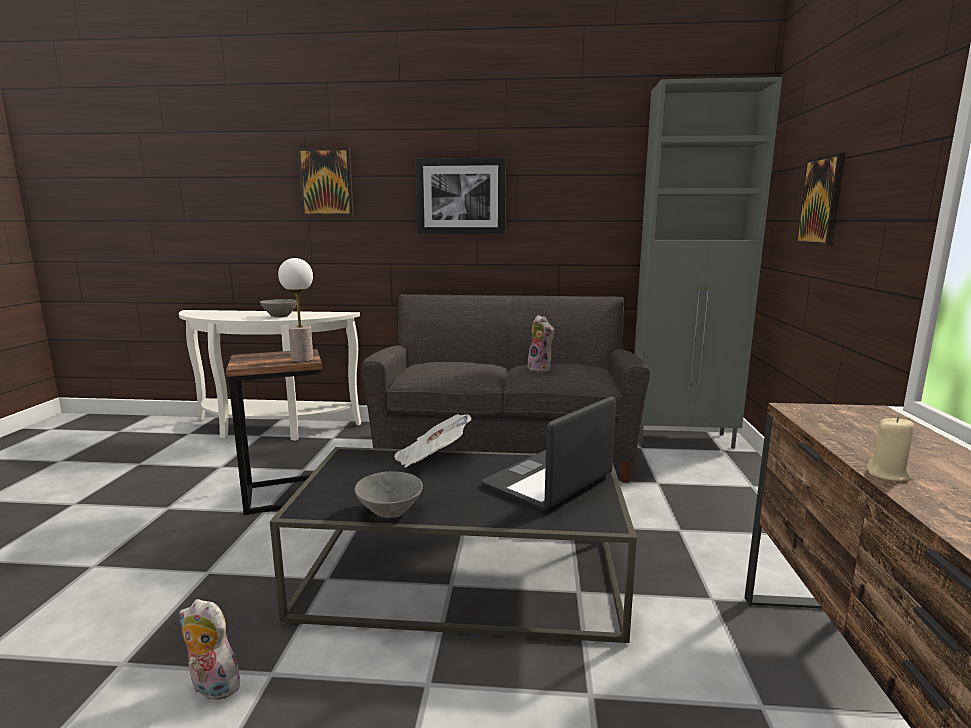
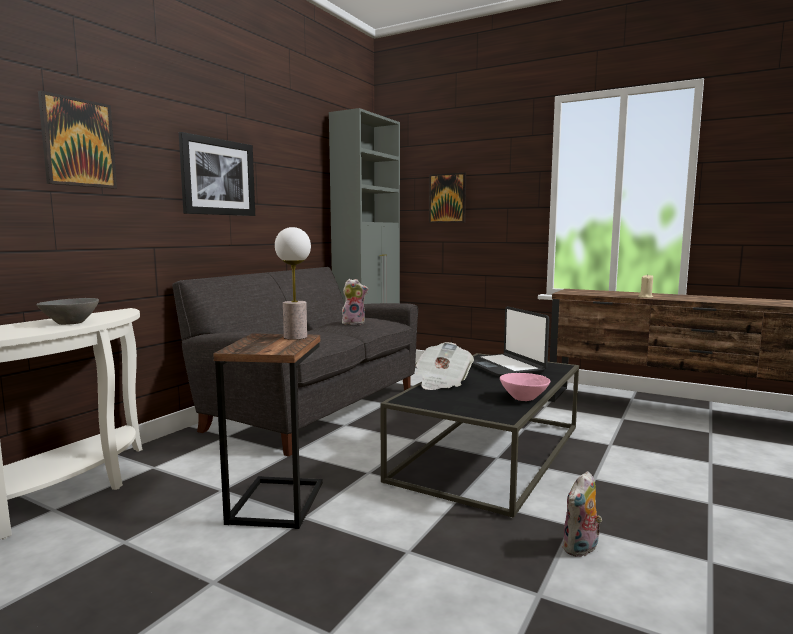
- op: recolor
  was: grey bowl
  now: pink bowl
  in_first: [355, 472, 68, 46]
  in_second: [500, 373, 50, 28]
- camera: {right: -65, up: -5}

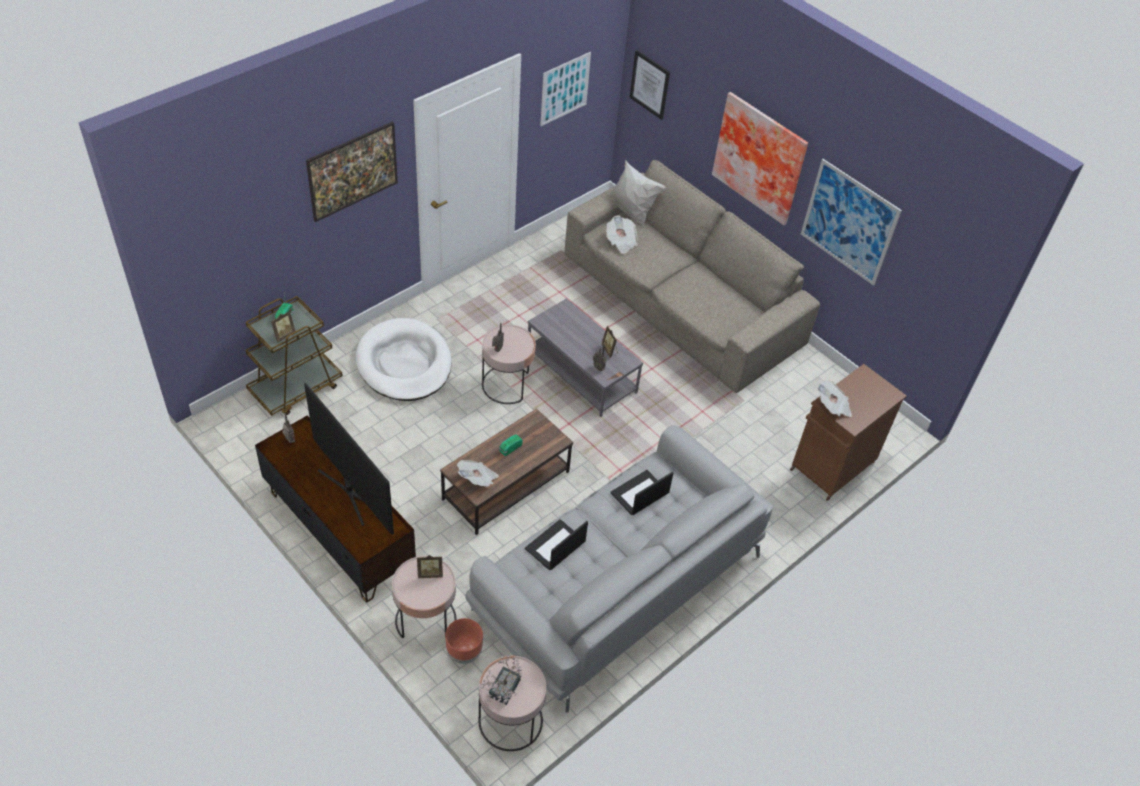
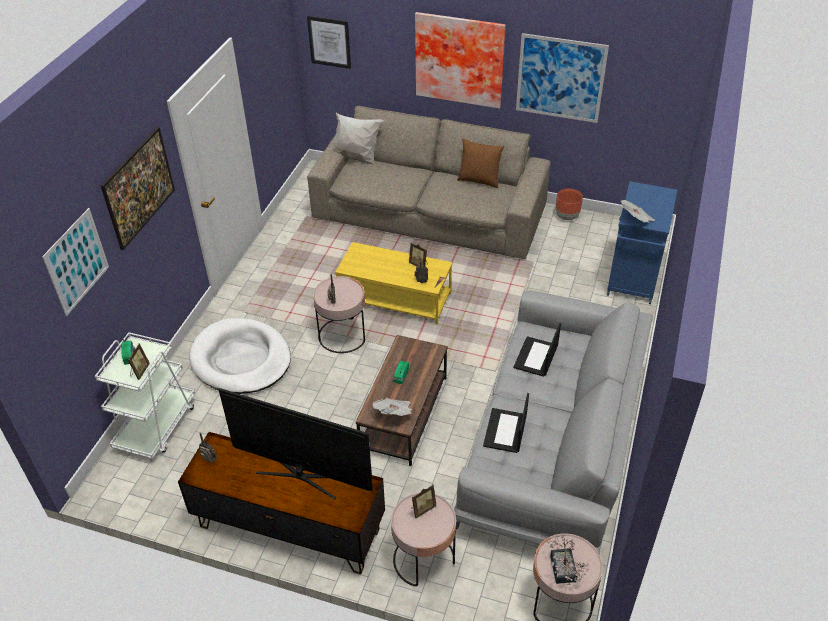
- op: recolor
  was: brown cart
  now: white cart
  in_first: [246, 296, 97, 120]
  in_second: [95, 332, 100, 127]
- op: move
  was: brown planter
  in_first: [445, 618, 38, 46]
  in_second: [556, 189, 27, 31]
- op: recolor
  was: grey coffee table
  now: yellow coffee table
  in_first: [528, 299, 115, 118]
  in_second: [335, 242, 117, 83]
- op: move
  was: picture
  in_first: [540, 52, 51, 74]
  in_second: [42, 208, 67, 108]
- op: delete
  was: newspaper
  in_first: [606, 215, 32, 39]
- op: recolor
  was: brown cabinet
  now: blue cabinet
  in_first: [790, 364, 117, 137]
  in_second: [607, 182, 70, 122]
- op: insert
  now: brown pillow
  in_second: [457, 138, 47, 50]
- camera: {right: -25, up: -5}

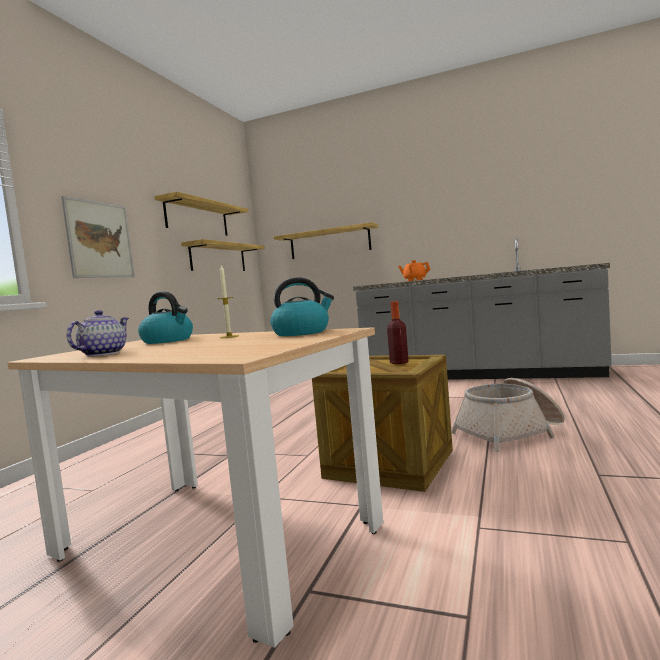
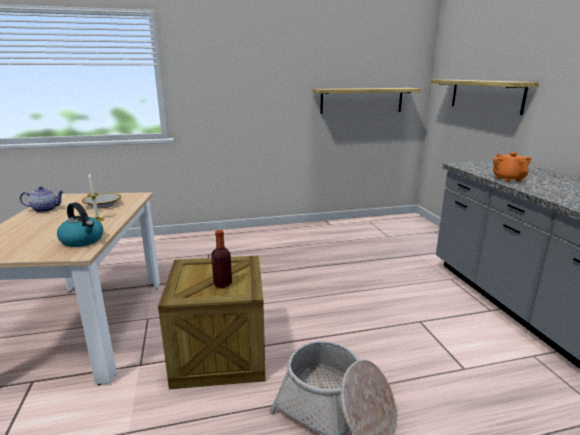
- op: delete
  was: picture
  in_first: [61, 196, 74, 82]
- op: replace
  was: kettle
  now: bowl
  in_first: [138, 292, 55, 52]
  in_second: [82, 193, 39, 16]
- op: delete
  was: shelf
  in_first: [154, 192, 94, 44]
- camera: {right: 55, up: 15}

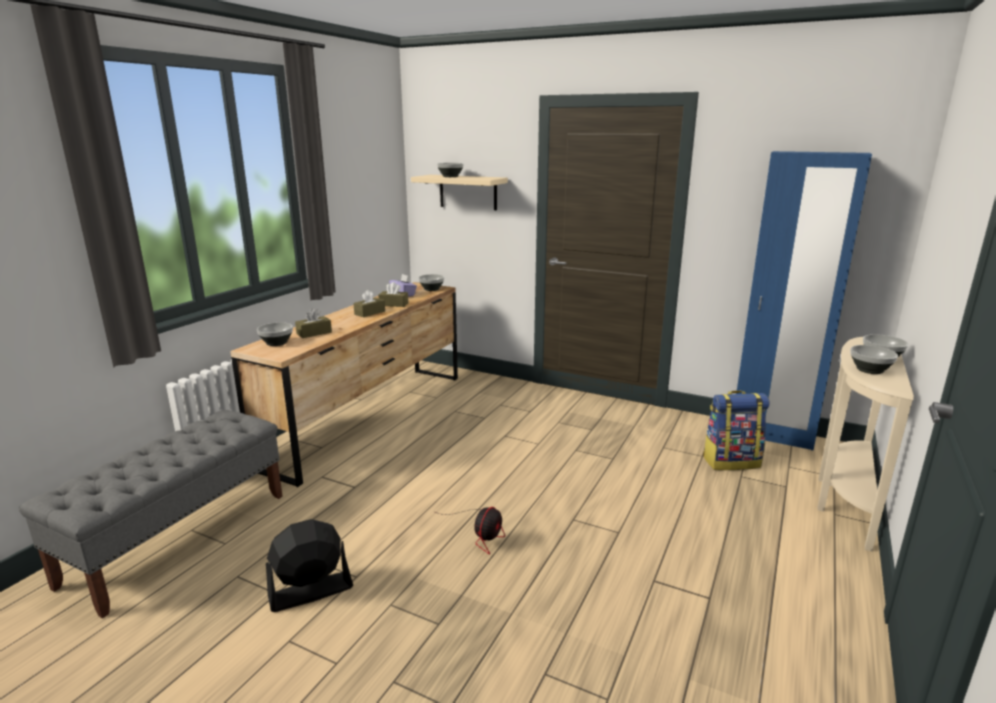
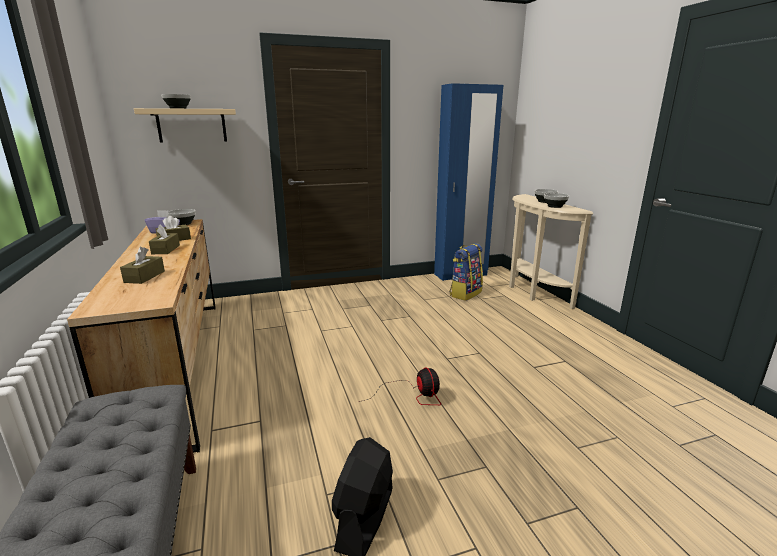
- op: delete
  was: bowl
  in_first: [257, 322, 36, 24]
- camera: {right: -45, up: 0}

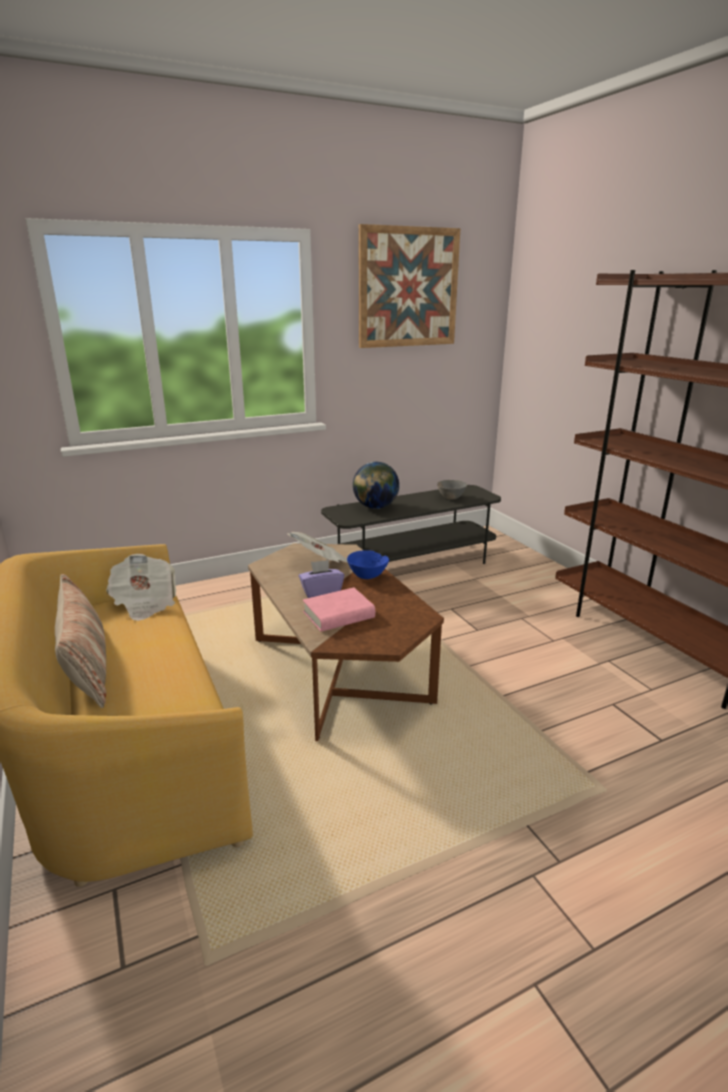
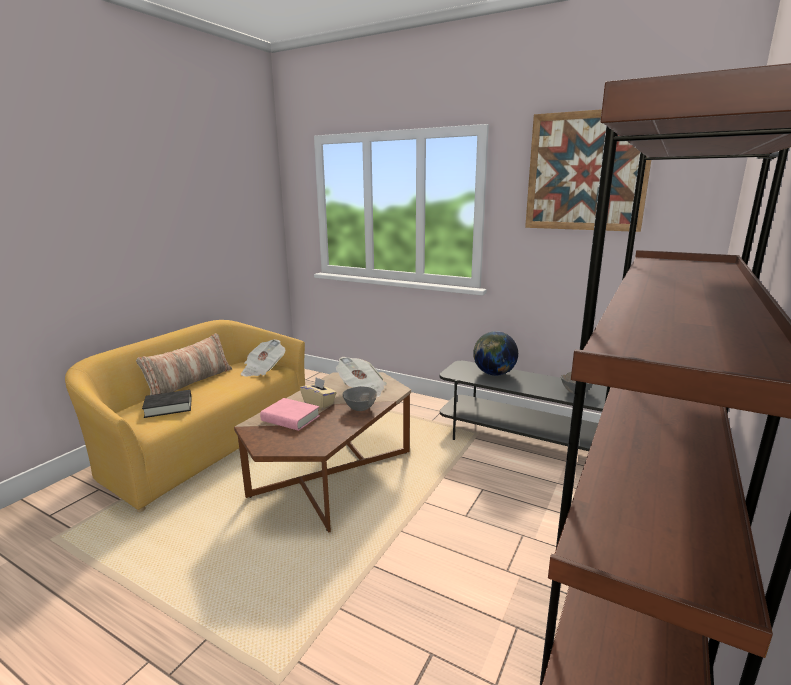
- op: recolor
  was: purple tissue box
  now: beige tissue box
  in_first: [299, 560, 45, 38]
  in_second: [300, 378, 37, 31]
- op: recolor
  was: blue bowl
  now: grey bowl
  in_first: [347, 550, 42, 29]
  in_second: [342, 386, 35, 25]
- op: insert
  now: black book
  in_second: [142, 390, 50, 28]
- camera: {right: 55, up: -5}

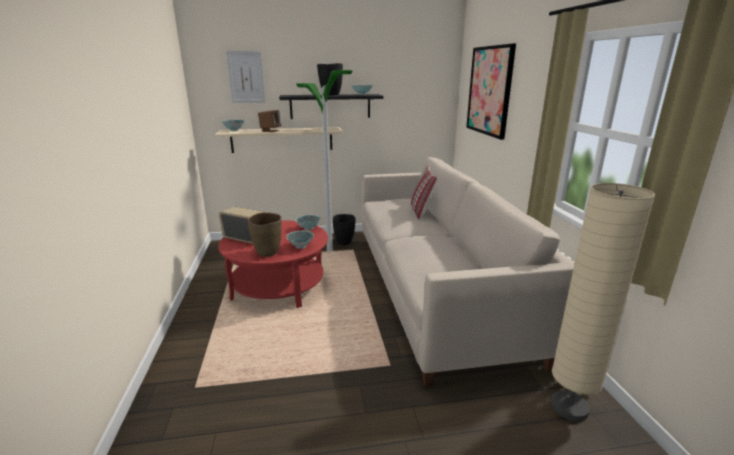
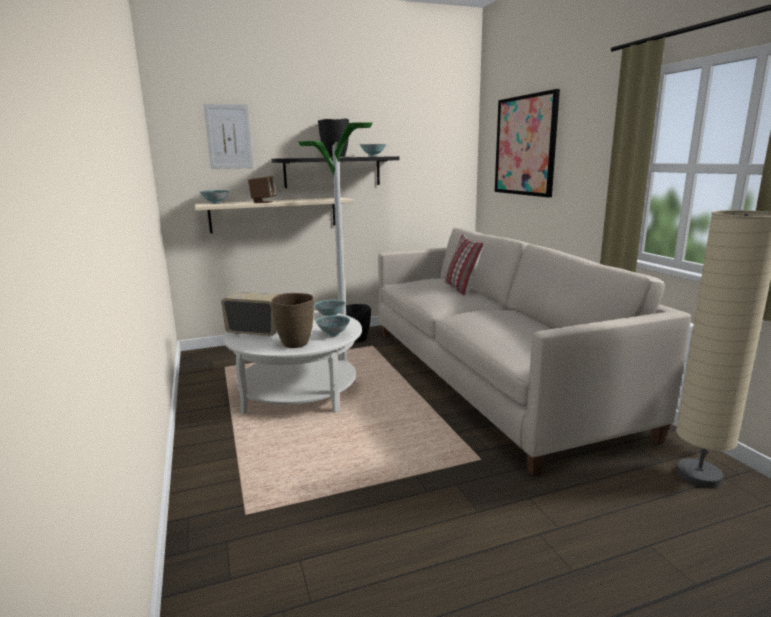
- op: recolor
  was: red coffee table
  now: white coffee table
  in_first: [218, 221, 110, 87]
  in_second: [223, 311, 139, 103]
- camera: {right: -10, up: -5}

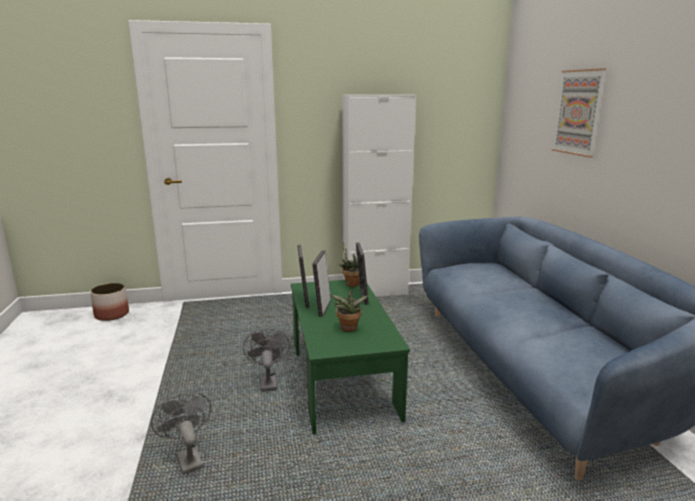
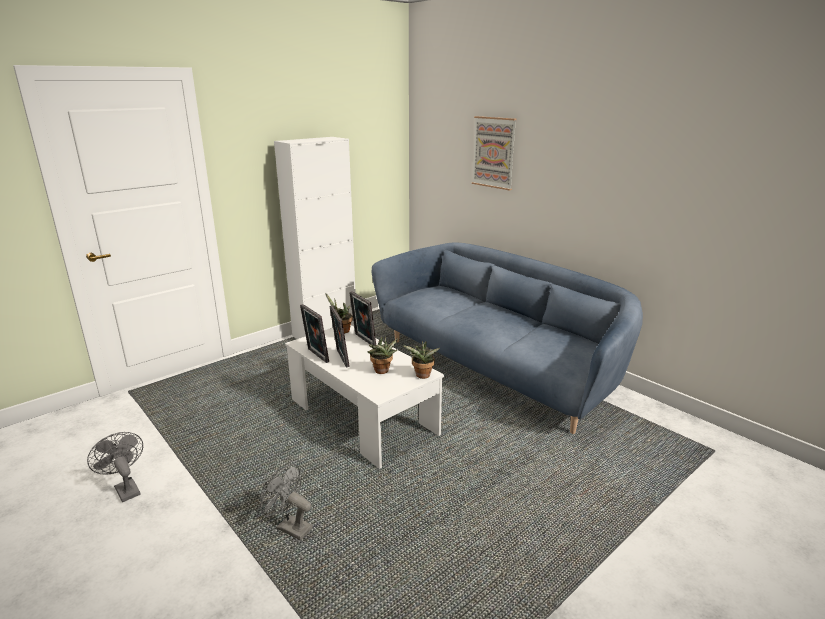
- op: delete
  was: planter
  in_first: [90, 283, 39, 38]
- op: move
  was: grey fan
  in_first: [243, 328, 47, 64]
  in_second: [87, 432, 56, 70]
- op: recolor
  was: green coffee table
  now: white coffee table
  in_first: [291, 280, 119, 154]
  in_second: [285, 325, 159, 144]
- op: insert
  now: potted plant
  in_second: [402, 341, 38, 38]
- camera: {right: -30, up: 5}

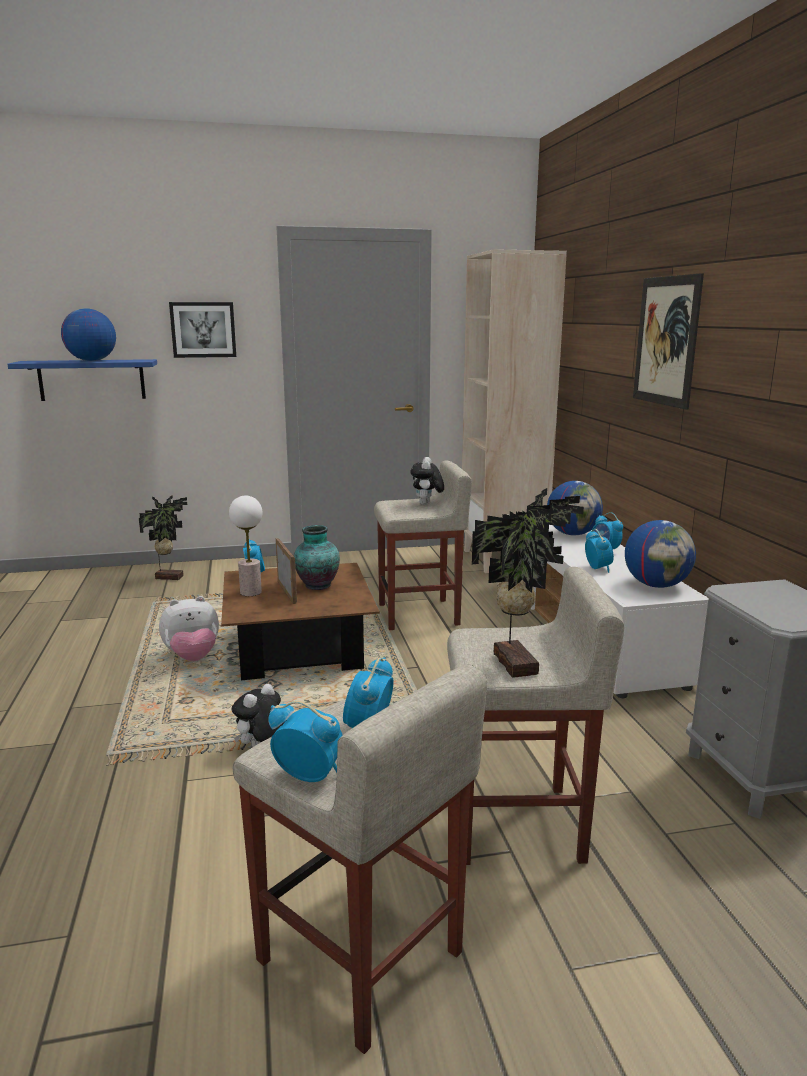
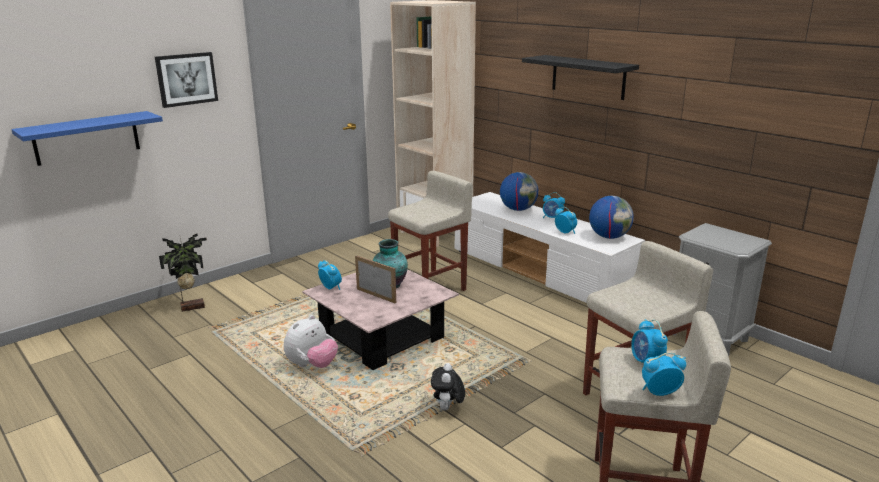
- op: delete
  was: globe
  in_first: [61, 308, 55, 53]
- op: recolor
  was: brown coffee table
  now: pink coffee table
  in_first: [221, 563, 159, 117]
  in_second: [302, 269, 157, 101]
- op: delete
  was: table lamp
  in_first: [229, 496, 33, 100]
- op: delete
  was: plush toy
  in_first: [411, 457, 33, 48]
- op: delete
  was: potted plant
  in_first: [472, 488, 112, 189]
- op: replace
  was: picture
  now: black shelf
  in_first: [633, 273, 71, 137]
  in_second: [522, 55, 117, 45]
- camera: {right: -30, up: 5}

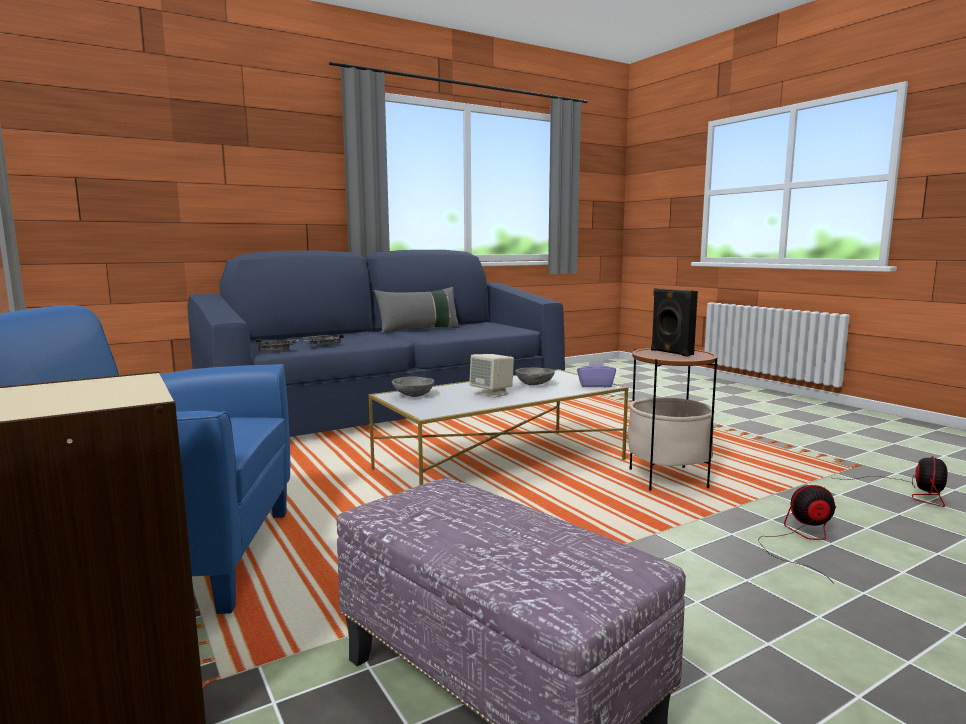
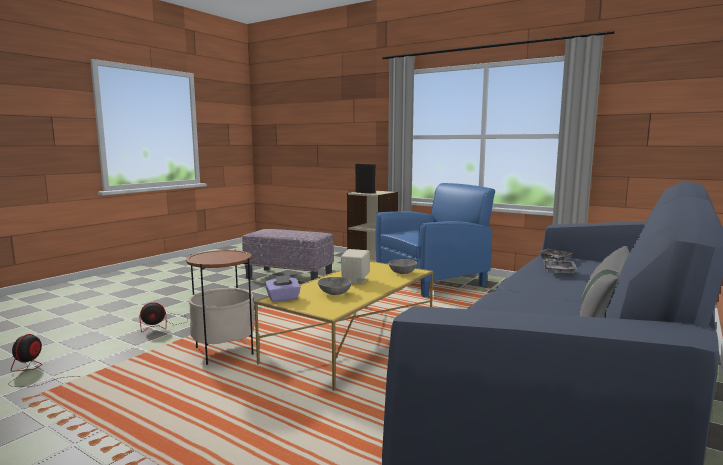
- op: recolor
  was: white coffee table
  now: yellow coffee table
  in_first: [368, 369, 261, 117]
  in_second: [254, 261, 179, 130]
- op: move
  was: black speaker
  in_first: [651, 288, 47, 68]
  in_second: [355, 164, 21, 30]
- camera: {right: 155, up: 0}

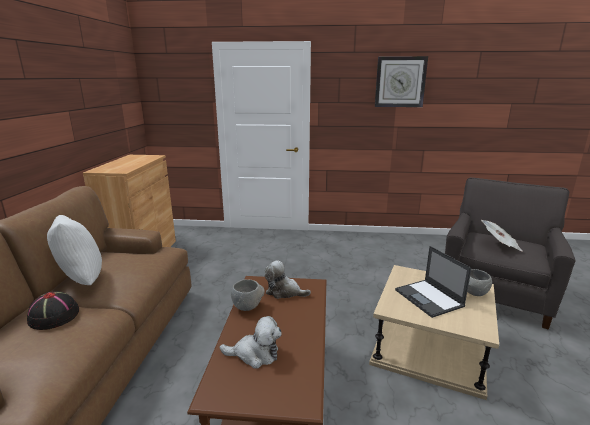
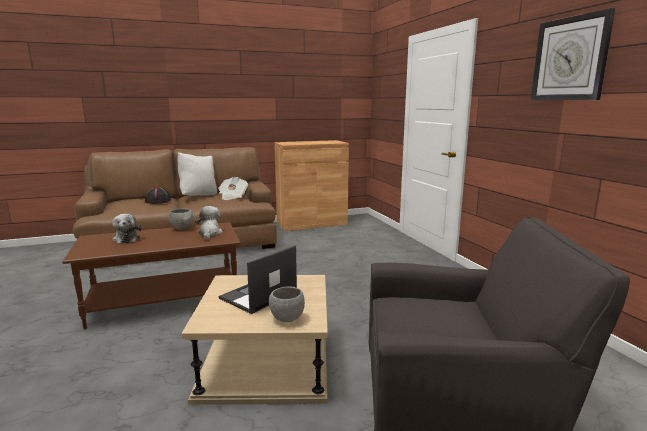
- op: move
  was: newspaper
  in_first: [481, 220, 42, 32]
  in_second: [218, 177, 30, 23]
- camera: {right: 65, up: -5}

